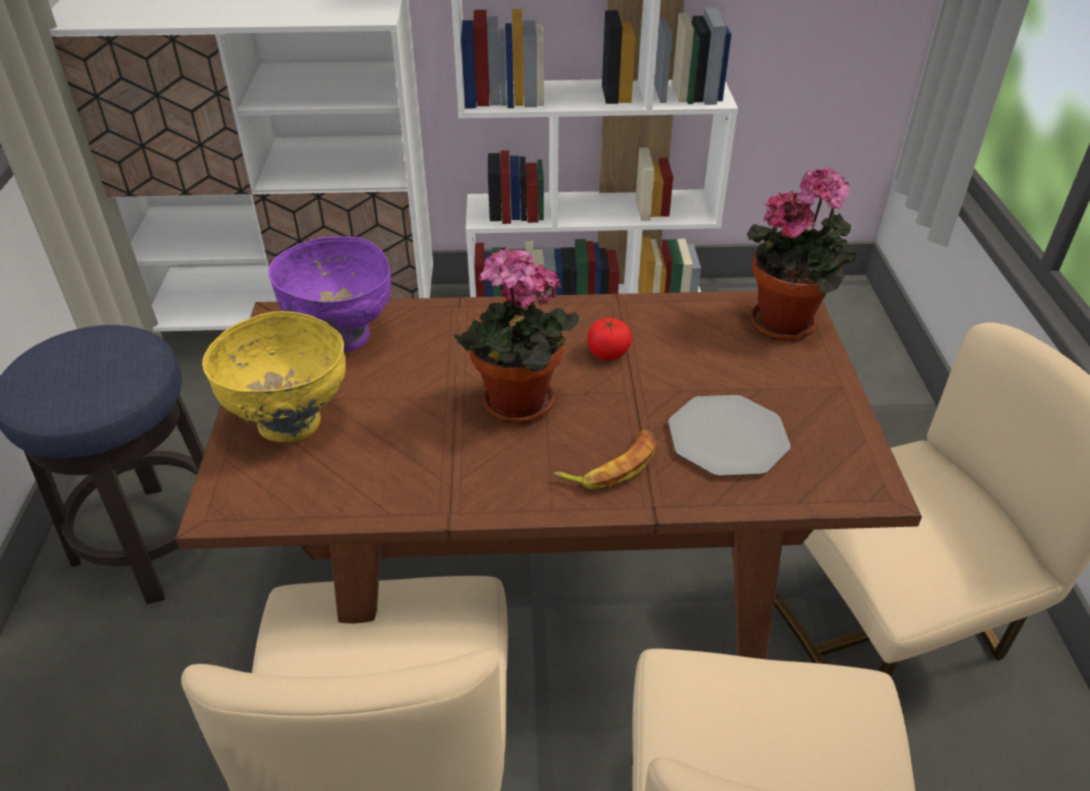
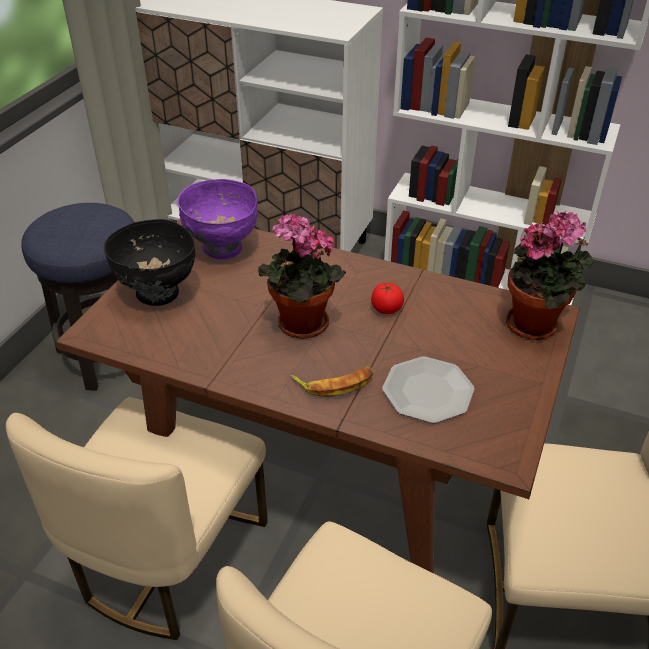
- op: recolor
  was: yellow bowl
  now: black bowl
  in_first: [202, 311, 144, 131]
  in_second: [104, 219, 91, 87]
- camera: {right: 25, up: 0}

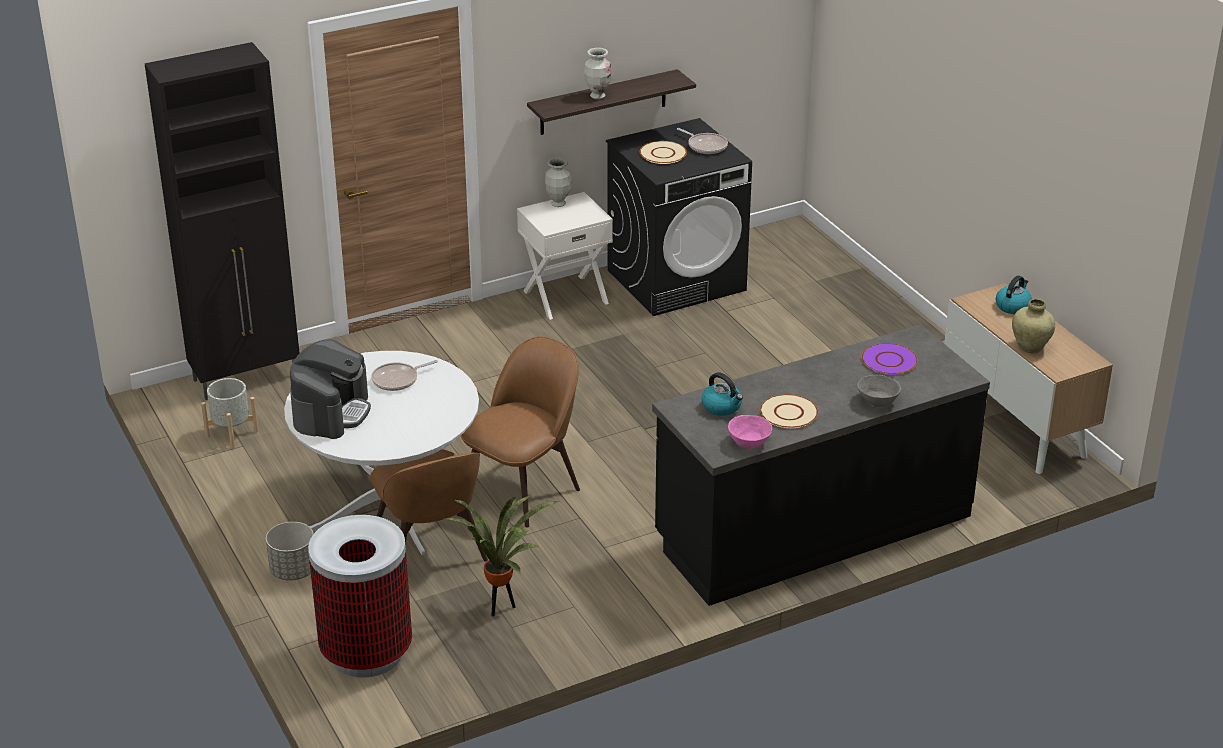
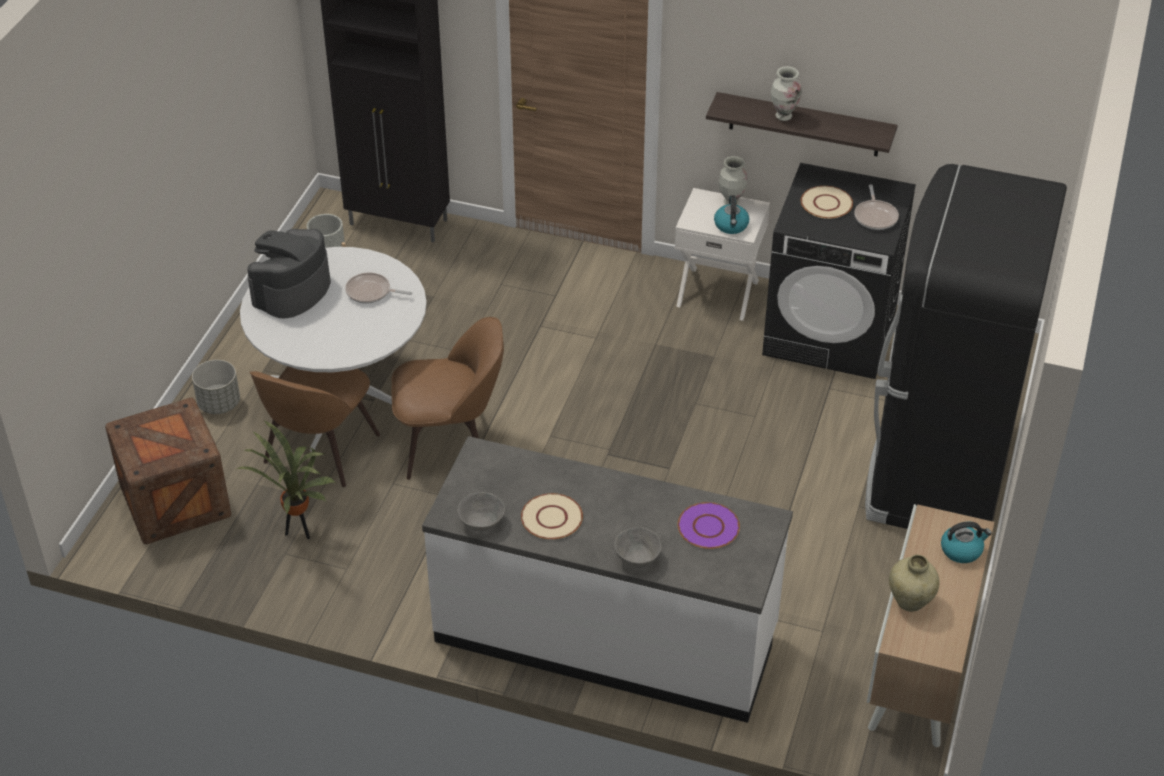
- op: rotate
  was: coffee machine
  in_first: [290, 339, 81, 100]
  in_second: [247, 229, 84, 89]
  clockwise: 150
- op: replace
  was: trash can
  now: crate
  in_first: [308, 515, 104, 163]
  in_second: [105, 398, 126, 146]
- op: recolor
  was: black counter
  now: white counter
  in_first: [652, 324, 338, 282]
  in_second: [422, 436, 371, 287]
- op: move
  was: kettle
  in_first: [702, 372, 41, 44]
  in_second: [714, 195, 35, 39]
- op: recolor
  was: pink bowl
  now: grey bowl
  in_first: [728, 415, 44, 34]
  in_second: [458, 492, 47, 39]
- op: insert
  now: black fridge
  in_second: [865, 164, 202, 365]
- camera: {right: 45, up: 10}

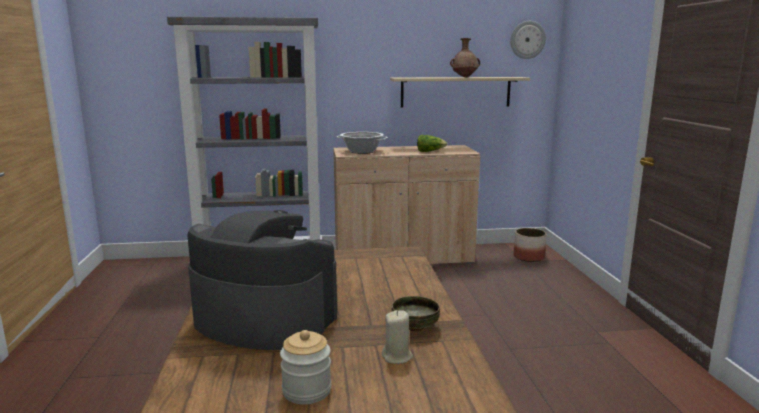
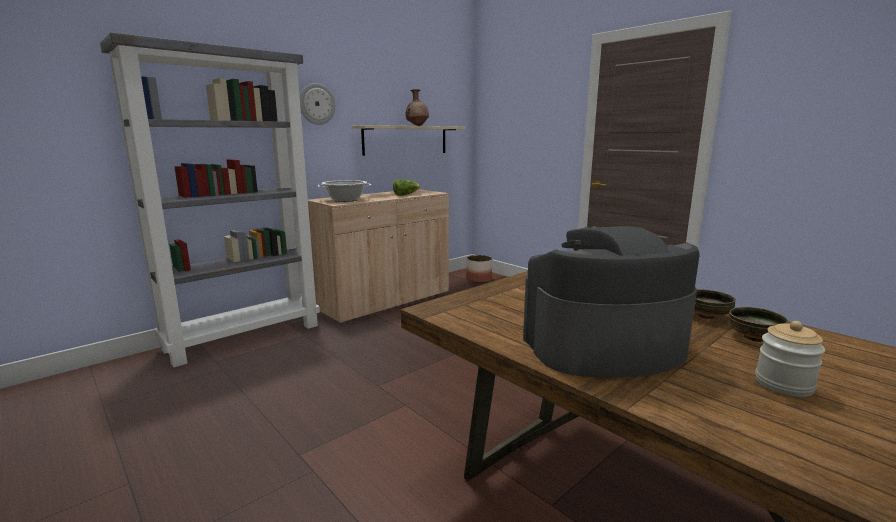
- op: replace
  was: beige candle
  now: bowl
  in_first: [382, 310, 31, 54]
  in_second: [728, 307, 60, 35]
- op: move
  was: wall clock
  in_first: [510, 21, 36, 38]
  in_second: [300, 83, 36, 42]
- camera: {right: -35, up: 0}

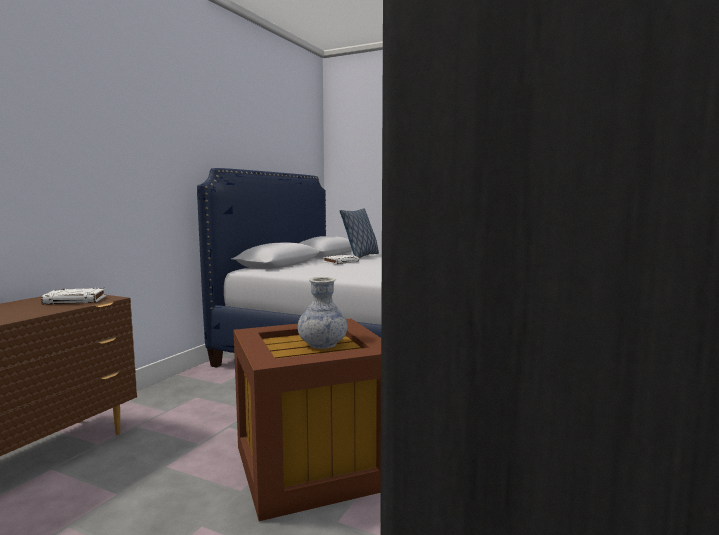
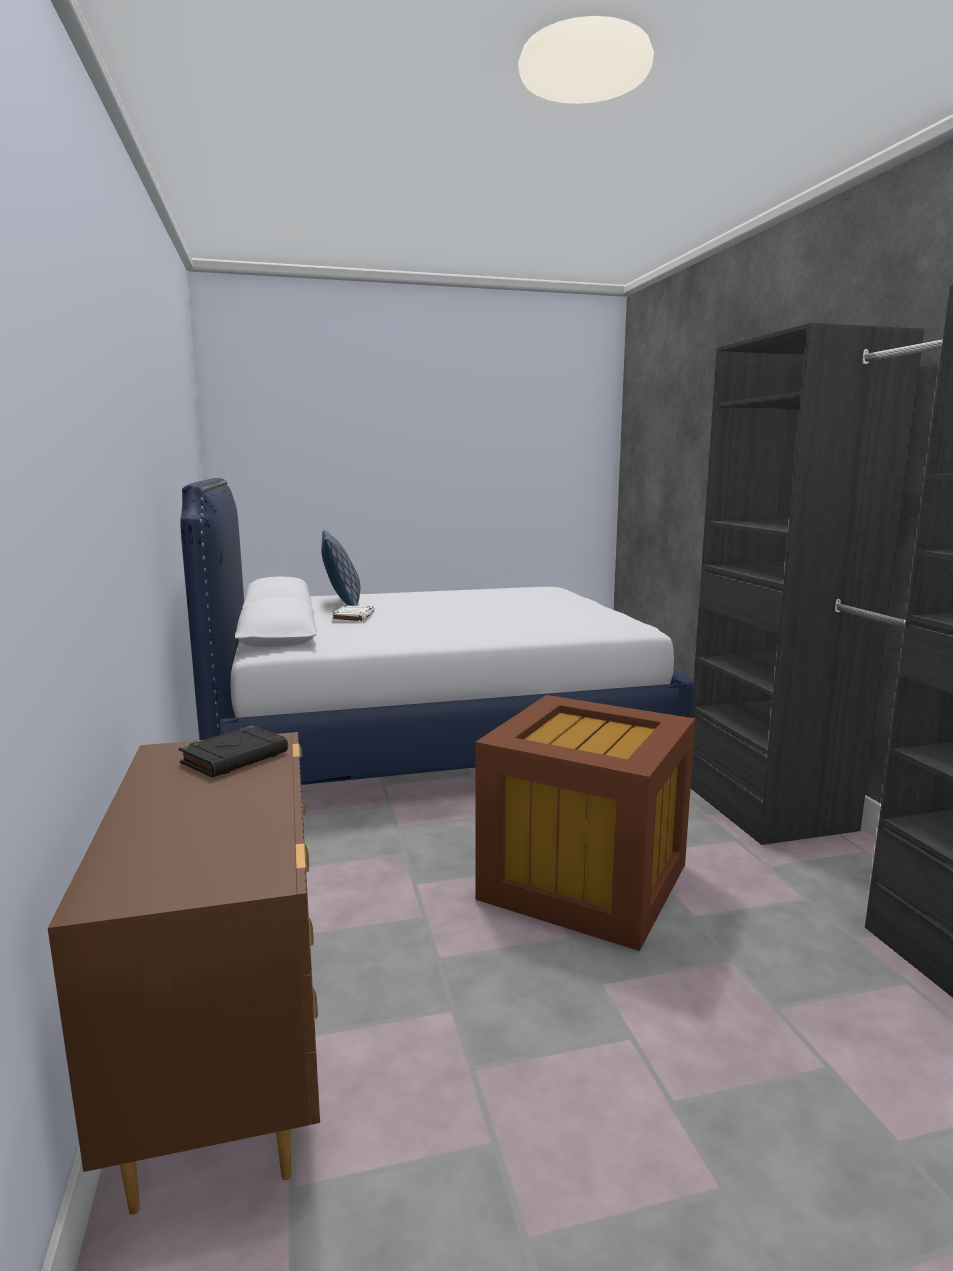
- op: recolor
  was: white book
  now: black book
  in_first: [41, 288, 65, 17]
  in_second: [179, 725, 109, 52]
- op: delete
  was: vase
  in_first: [298, 277, 49, 72]
- camera: {right: -40, up: 5}

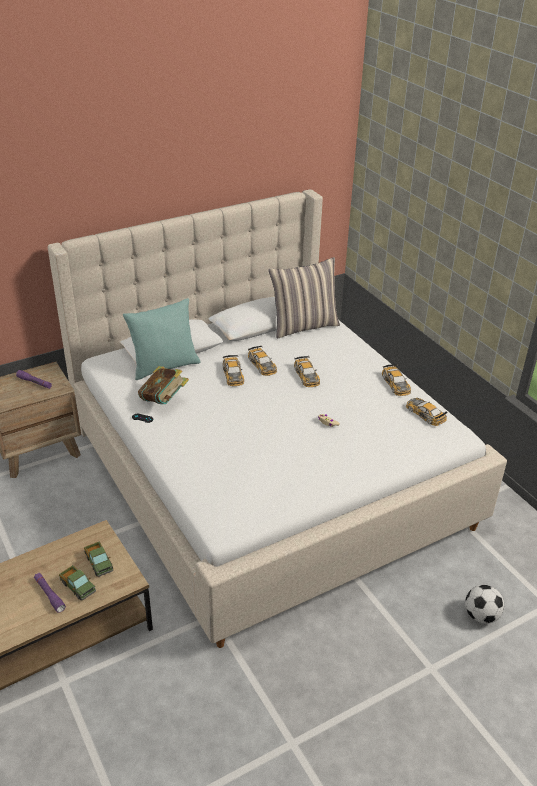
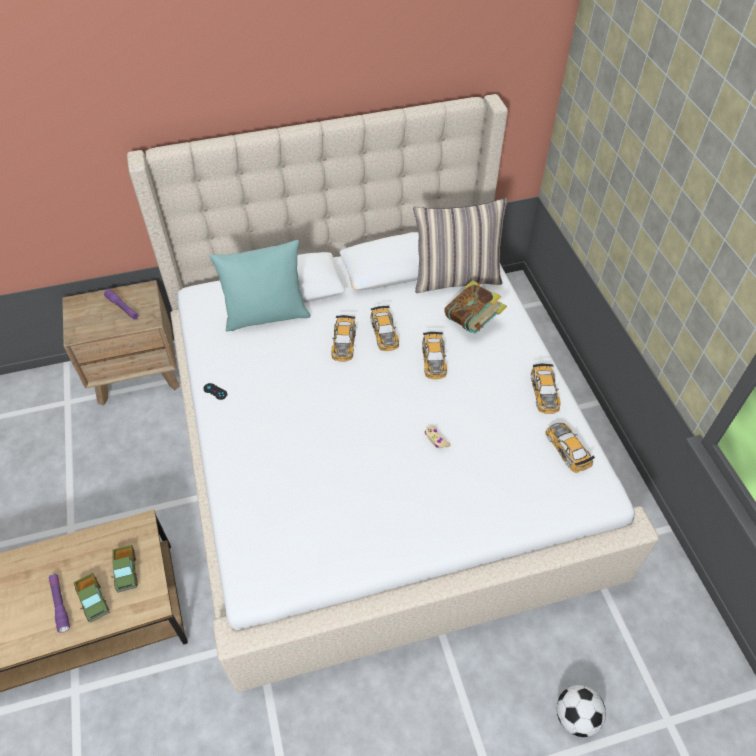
- op: move
  was: book
  in_first: [138, 366, 51, 39]
  in_second: [444, 280, 63, 53]
- camera: {right: 15, up: 15}

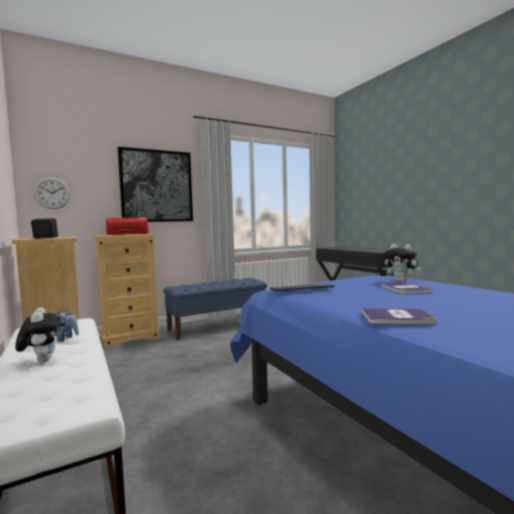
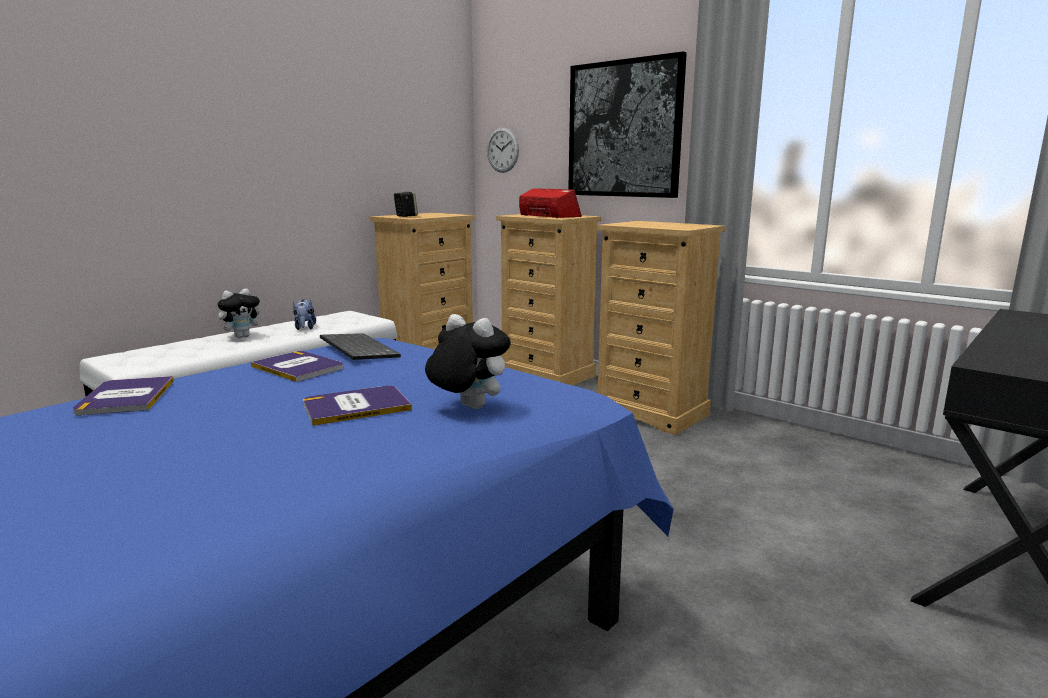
- op: replace
  was: blue bench
  now: beige dresser
  in_first: [163, 278, 104, 62]
  in_second: [597, 221, 129, 214]
- op: rotate
  was: plush toy
  in_first: [384, 244, 37, 38]
  in_second: [425, 314, 86, 95]
  clockwise: 105
- op: insert
  now: book
  in_second: [251, 351, 92, 31]
- camera: {right: 70, up: 10}

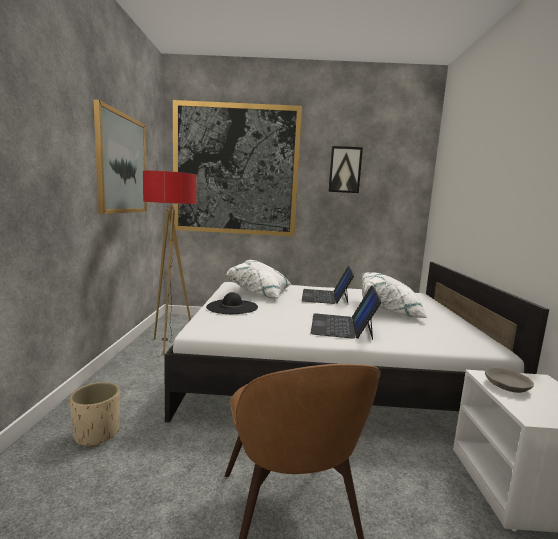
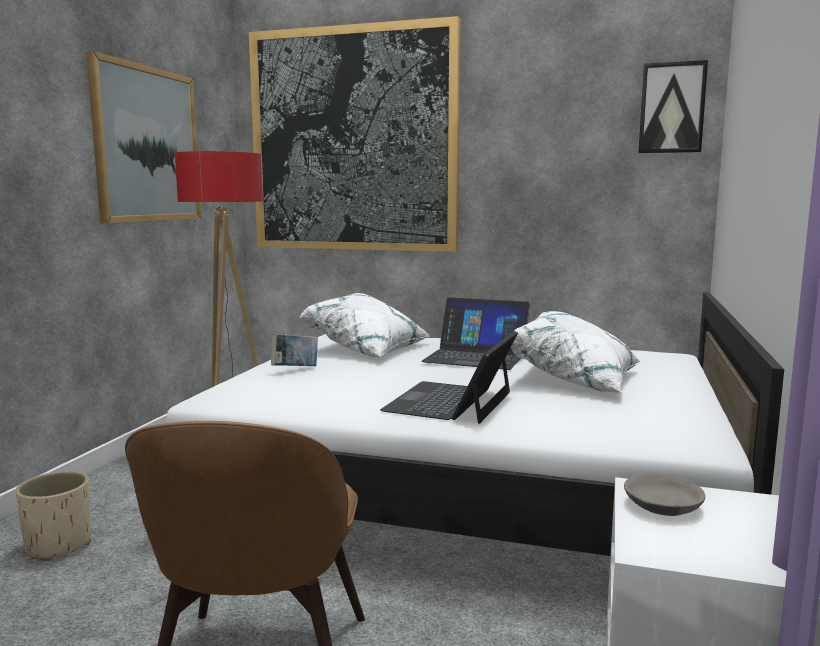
- op: replace
  was: black hat
  now: book
  in_first: [206, 292, 52, 22]
  in_second: [271, 334, 47, 32]
- op: rotate
  was: laptop
  in_first: [302, 266, 52, 38]
  in_second: [421, 297, 109, 73]
  clockwise: -90
- op: move
  was: picture
  in_first: [328, 146, 35, 47]
  in_second: [638, 60, 70, 93]
- camera: {right: 15, up: 0}

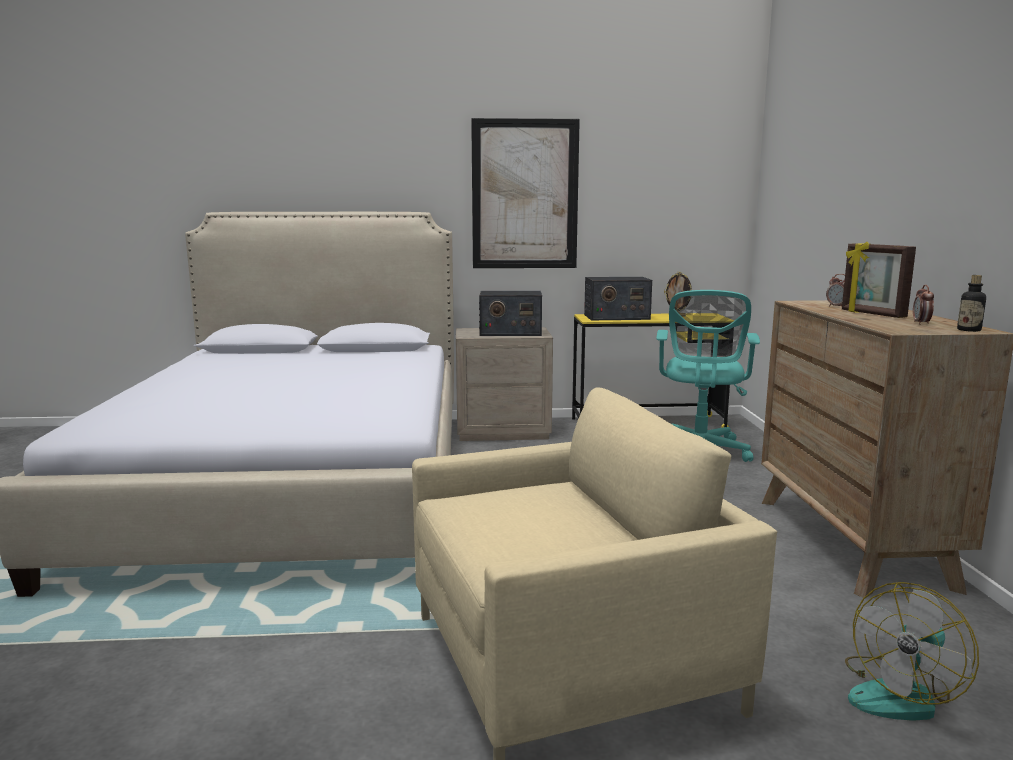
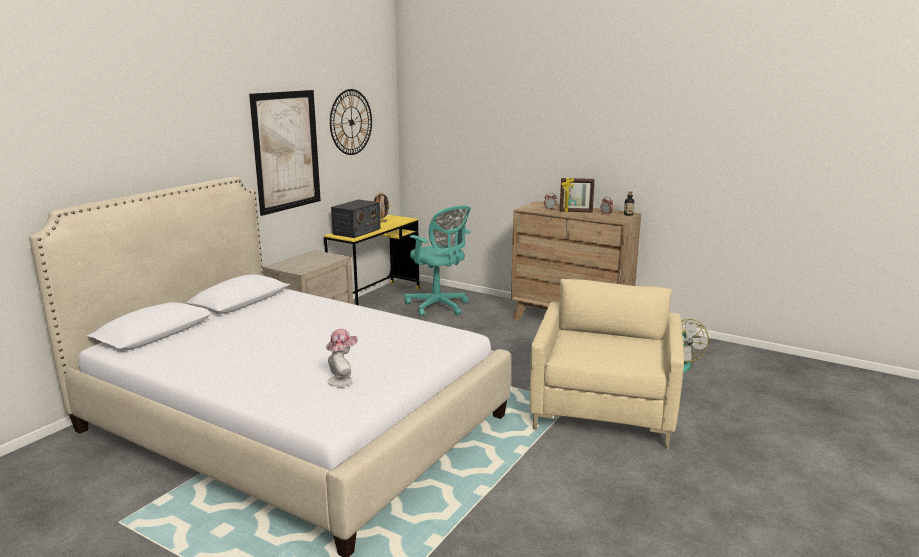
- op: delete
  was: radio
  in_first: [479, 291, 63, 45]
- op: insert
  now: hat
  in_second: [326, 329, 32, 58]
- op: insert
  now: wall clock
  in_second: [330, 89, 42, 66]
- camera: {right: -55, up: 5}

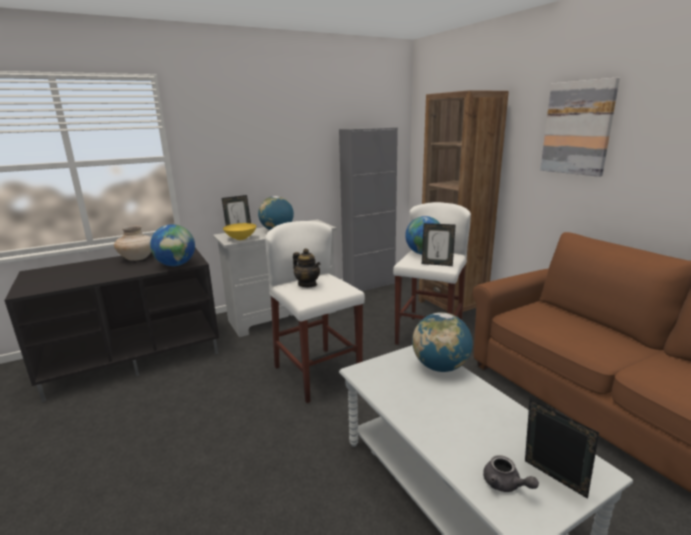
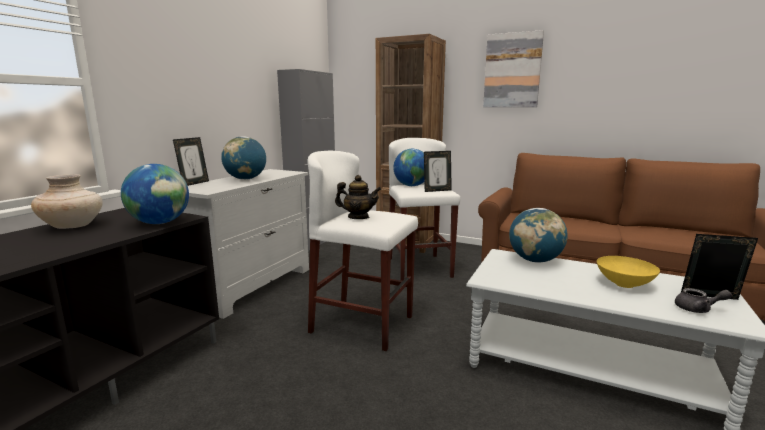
- op: move
  was: yellow bowl
  in_first: [223, 223, 33, 17]
  in_second: [597, 256, 63, 32]
- camera: {right: -35, up: -5}

